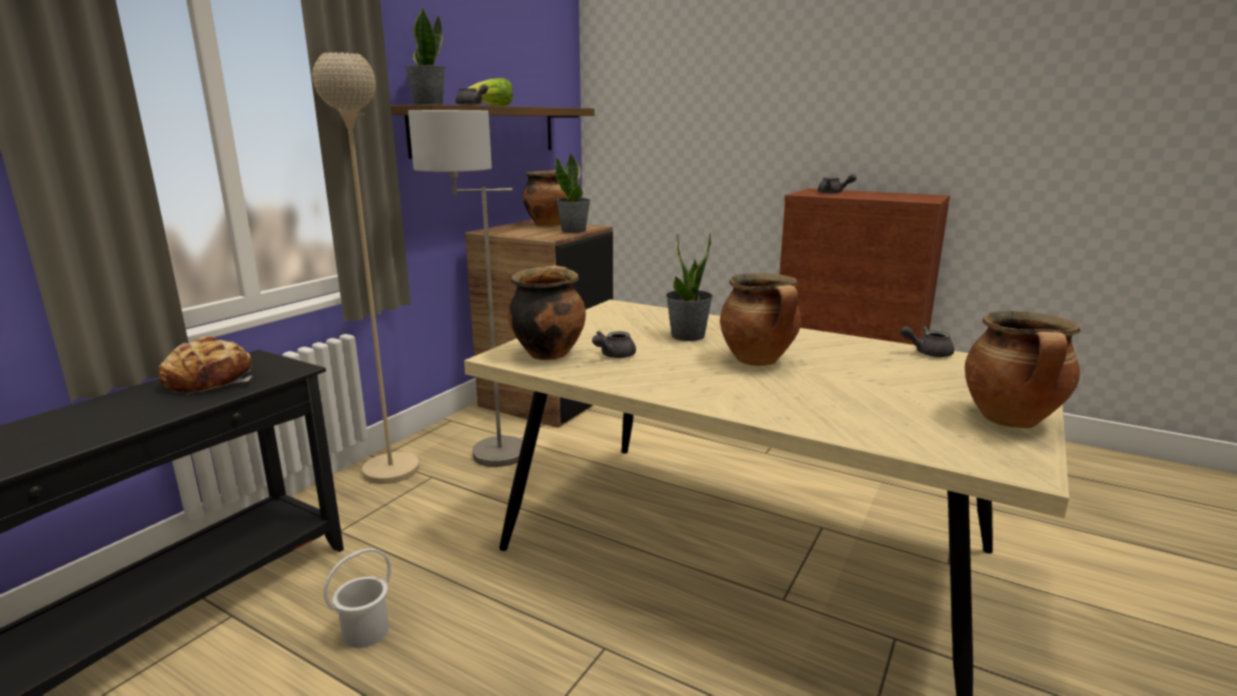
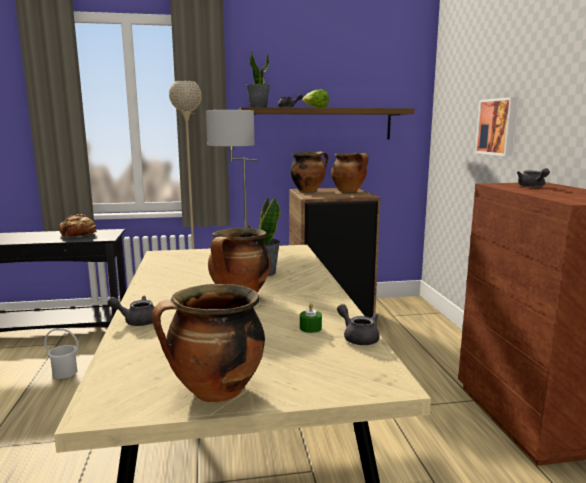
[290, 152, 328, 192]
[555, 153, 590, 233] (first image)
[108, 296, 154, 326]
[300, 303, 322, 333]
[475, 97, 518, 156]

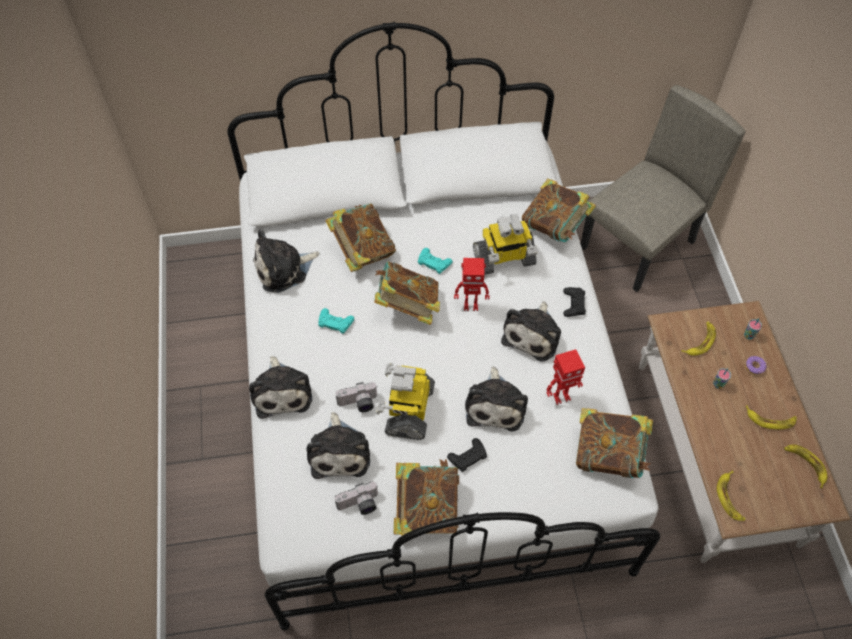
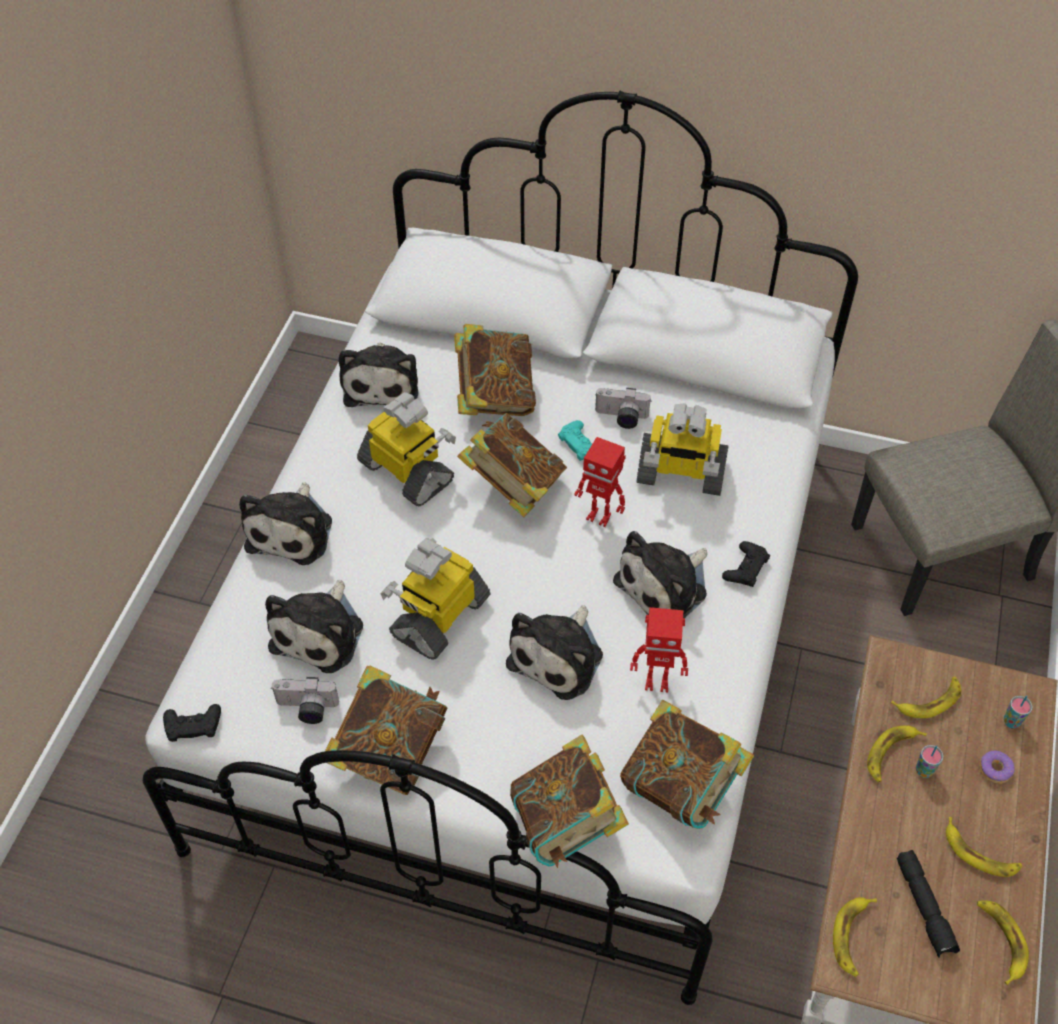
[339, 342, 418, 407]
[357, 392, 456, 506]
[595, 388, 651, 429]
[163, 704, 221, 742]
[510, 735, 629, 868]
[867, 725, 927, 782]
[897, 850, 960, 958]

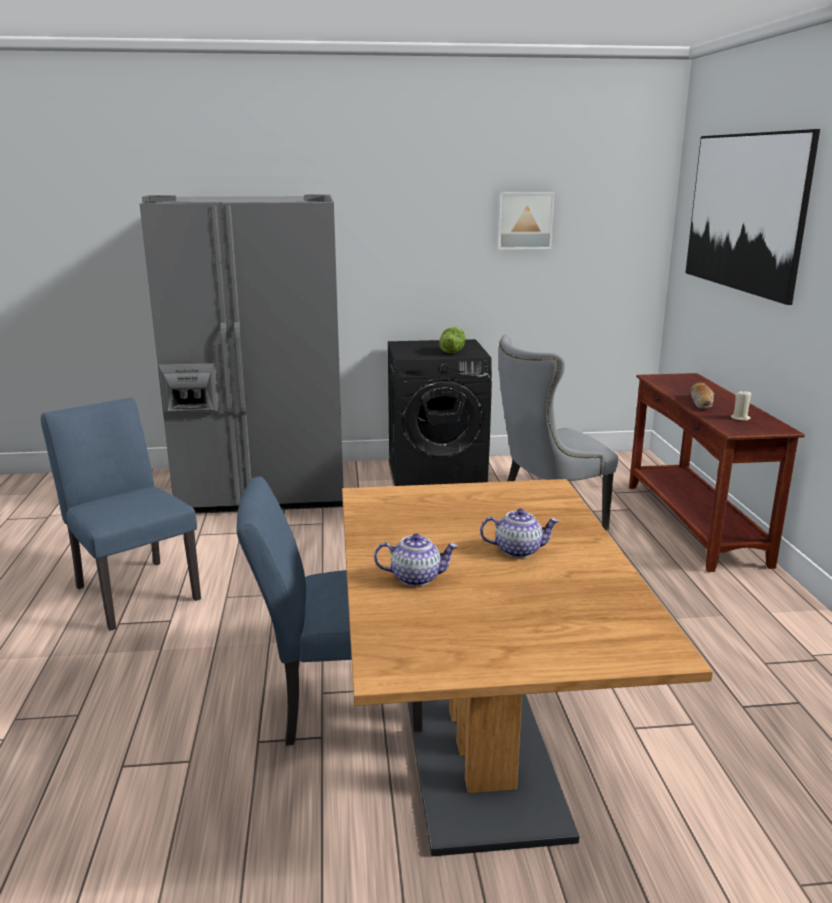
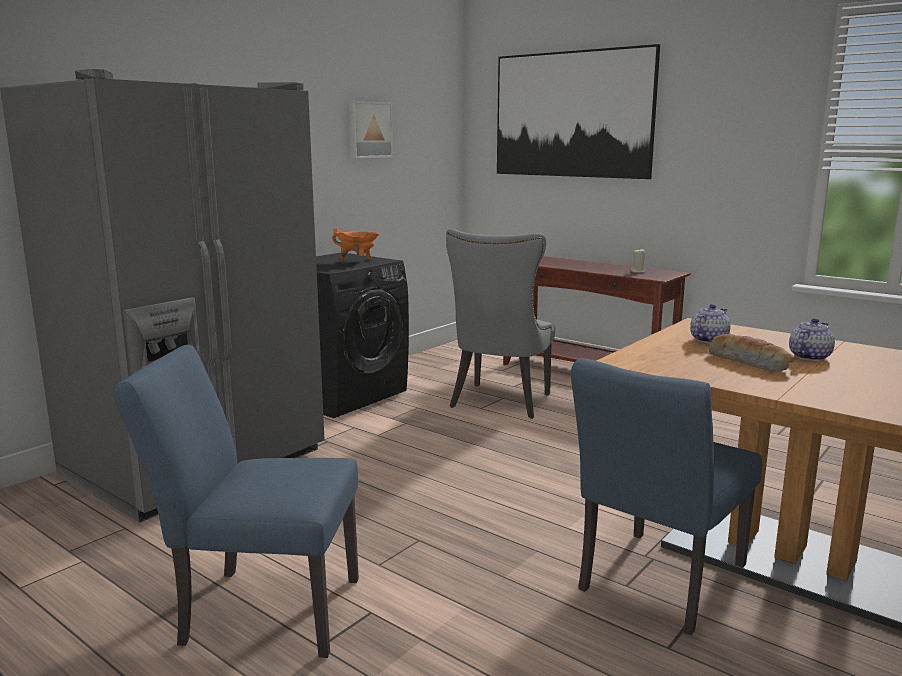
[690, 304, 731, 343]
[332, 228, 380, 262]
[708, 334, 795, 372]

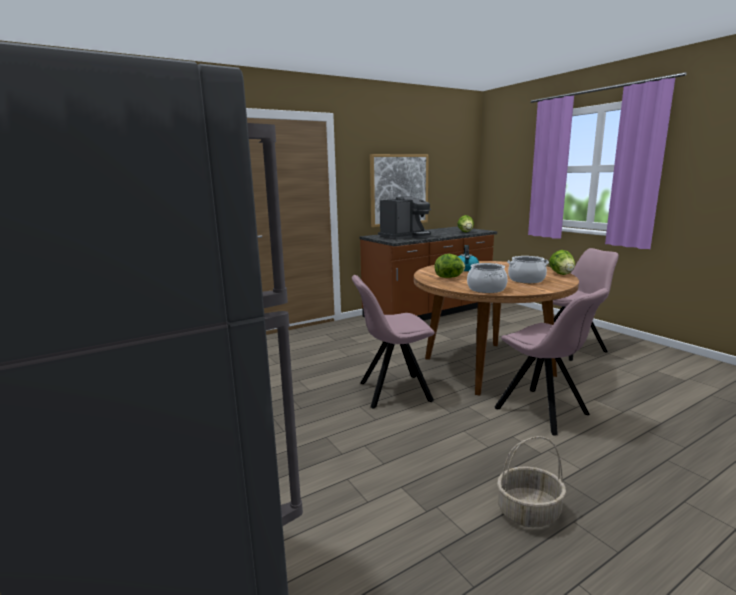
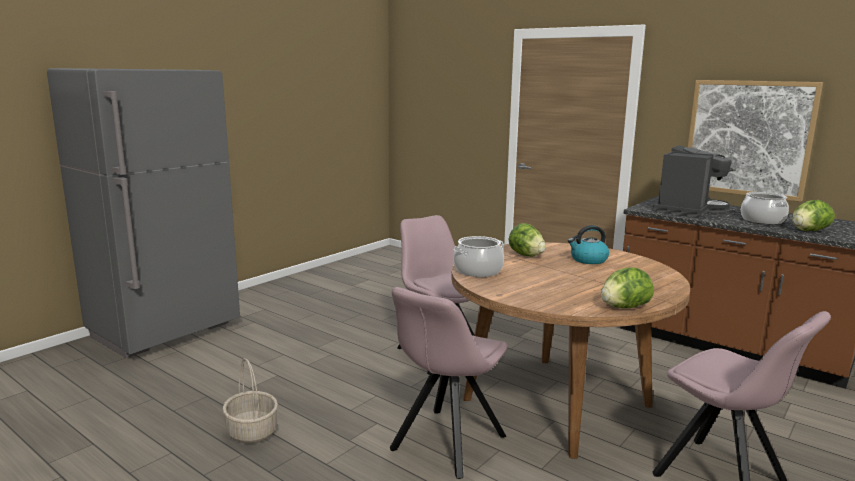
[653, 145, 734, 217]
[741, 192, 789, 224]

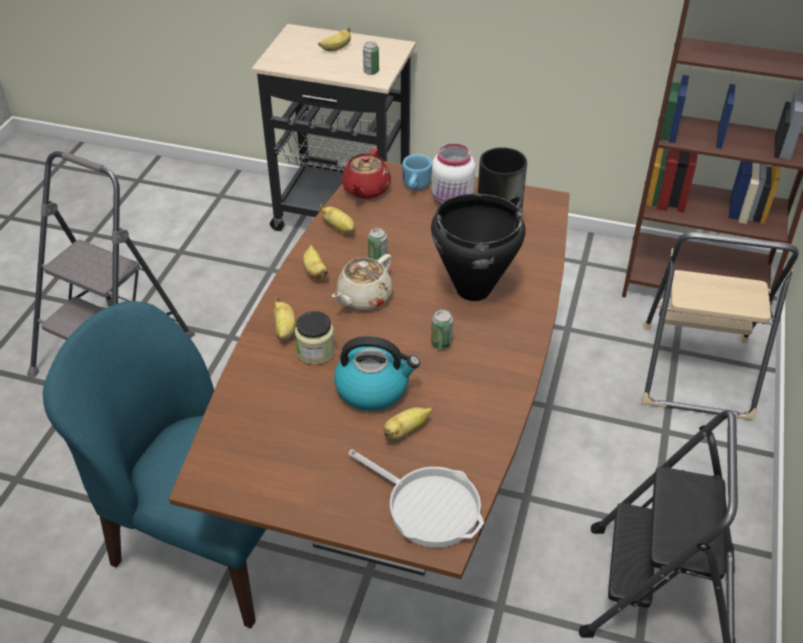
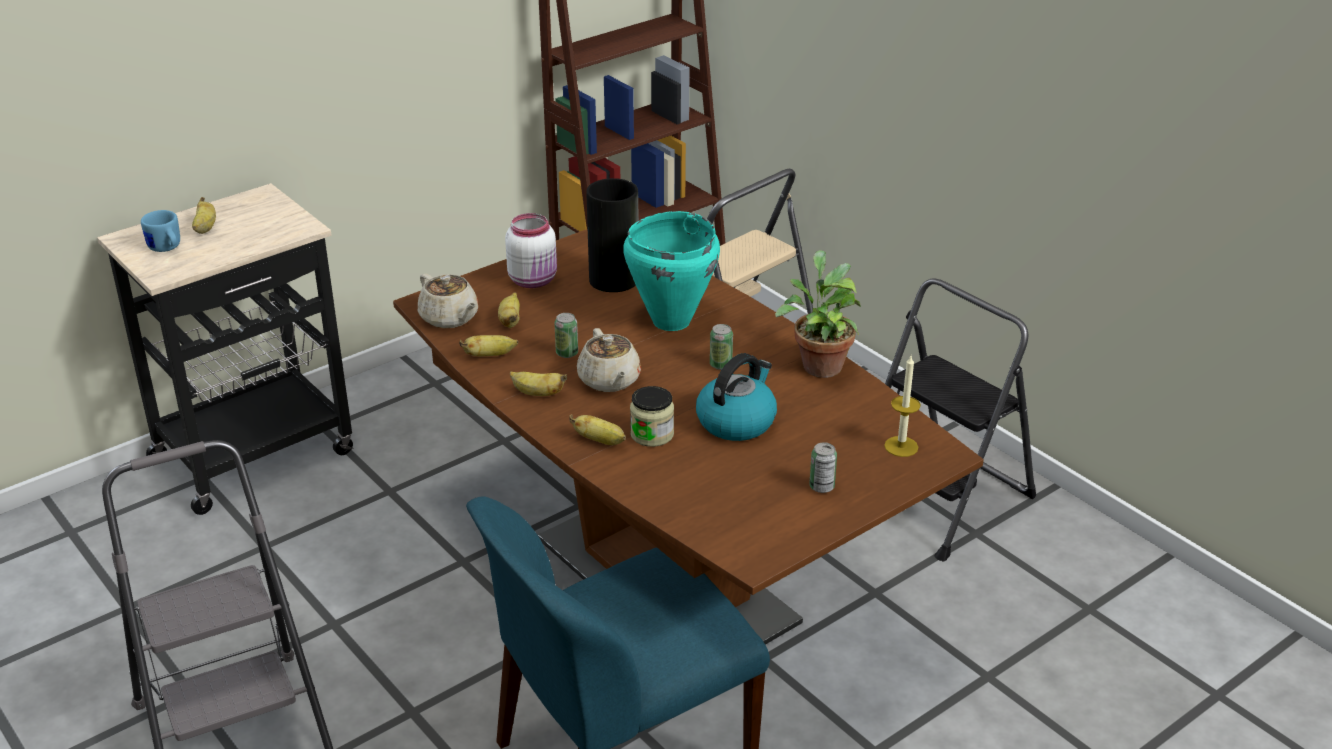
[418, 274, 478, 328]
[884, 356, 921, 457]
[809, 442, 837, 493]
[498, 292, 520, 328]
[141, 210, 180, 252]
[623, 211, 720, 331]
[775, 250, 861, 378]

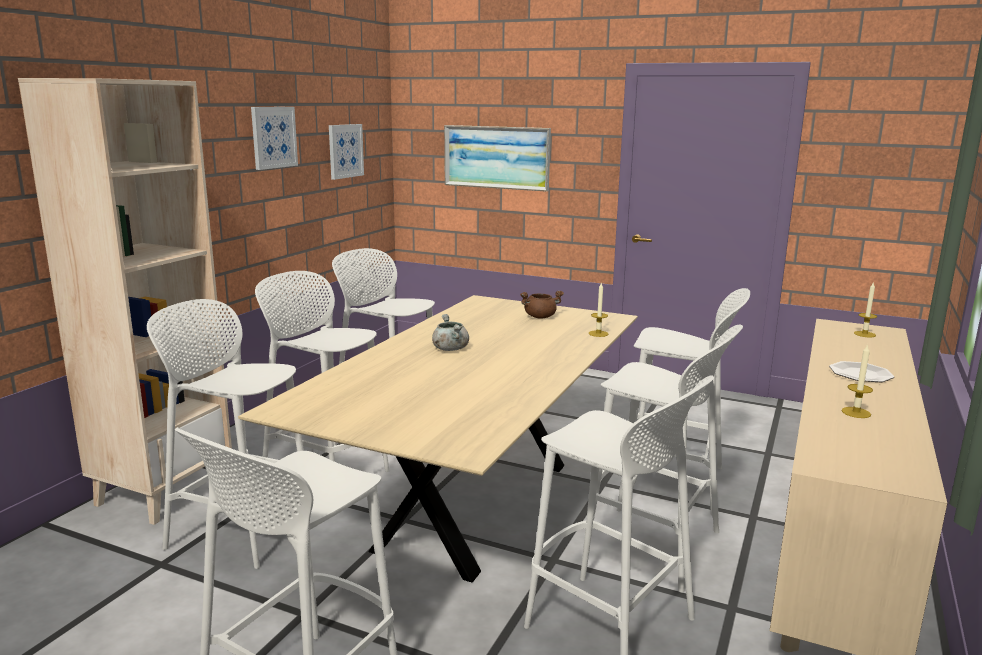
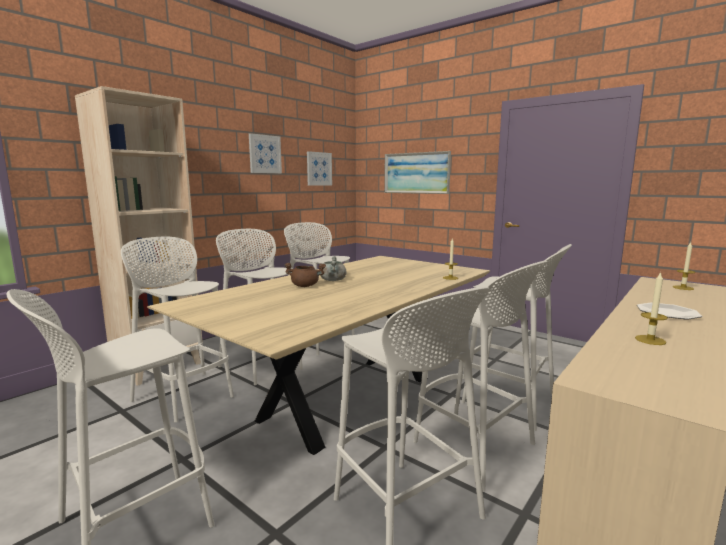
[284, 263, 326, 287]

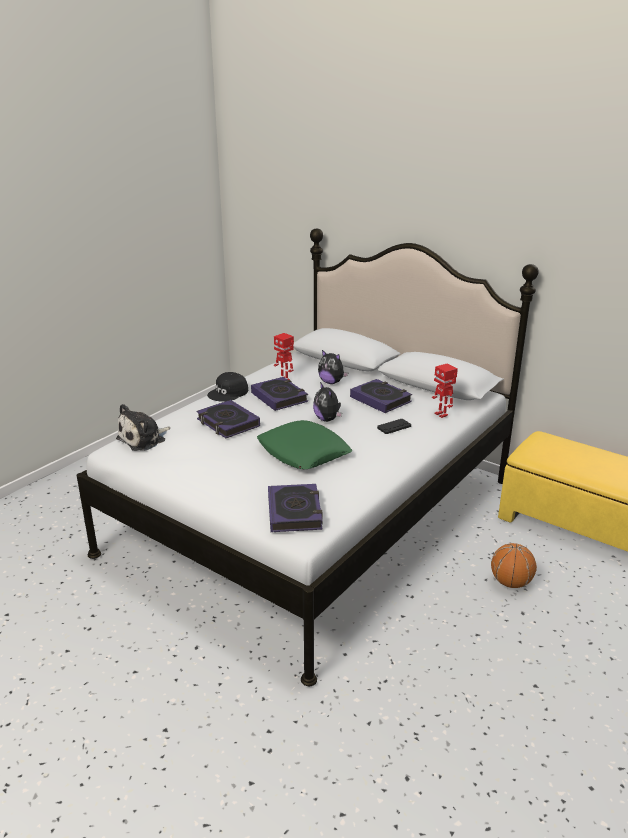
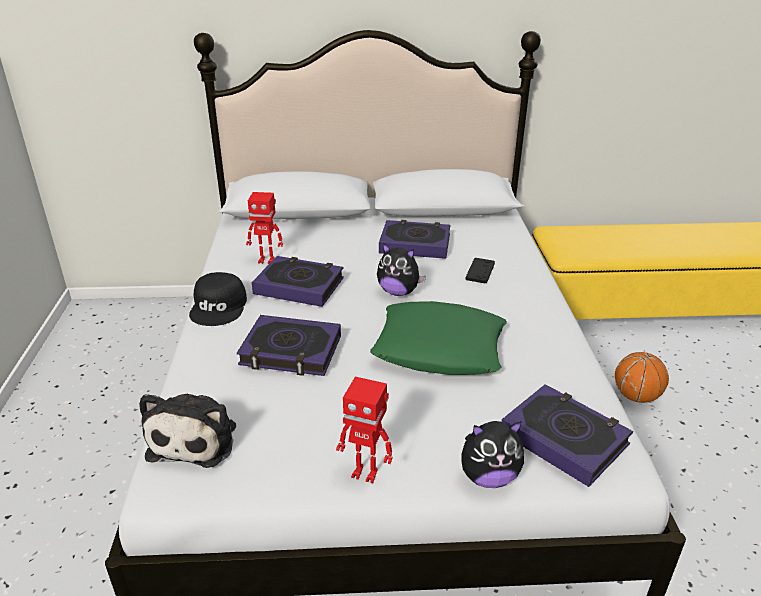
[461, 421, 524, 488]
[336, 377, 393, 483]

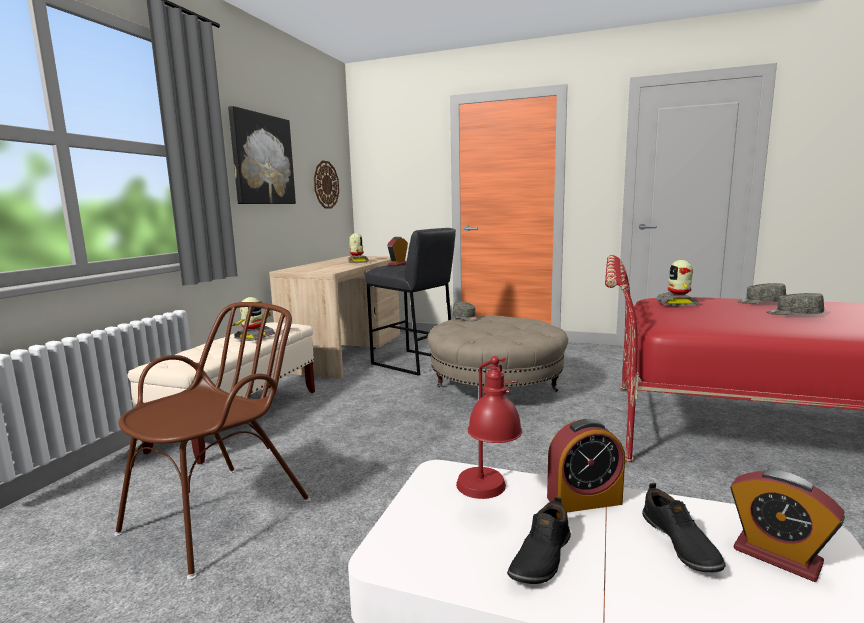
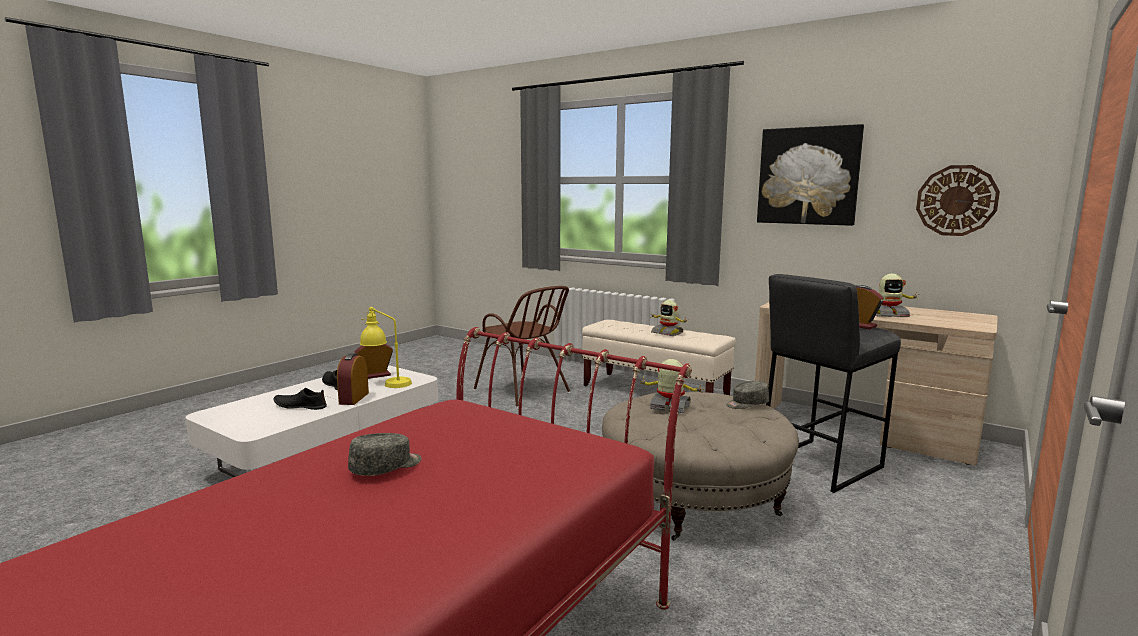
[360, 307, 412, 388]
[639, 359, 704, 413]
[354, 344, 393, 379]
[737, 283, 786, 304] (first image)

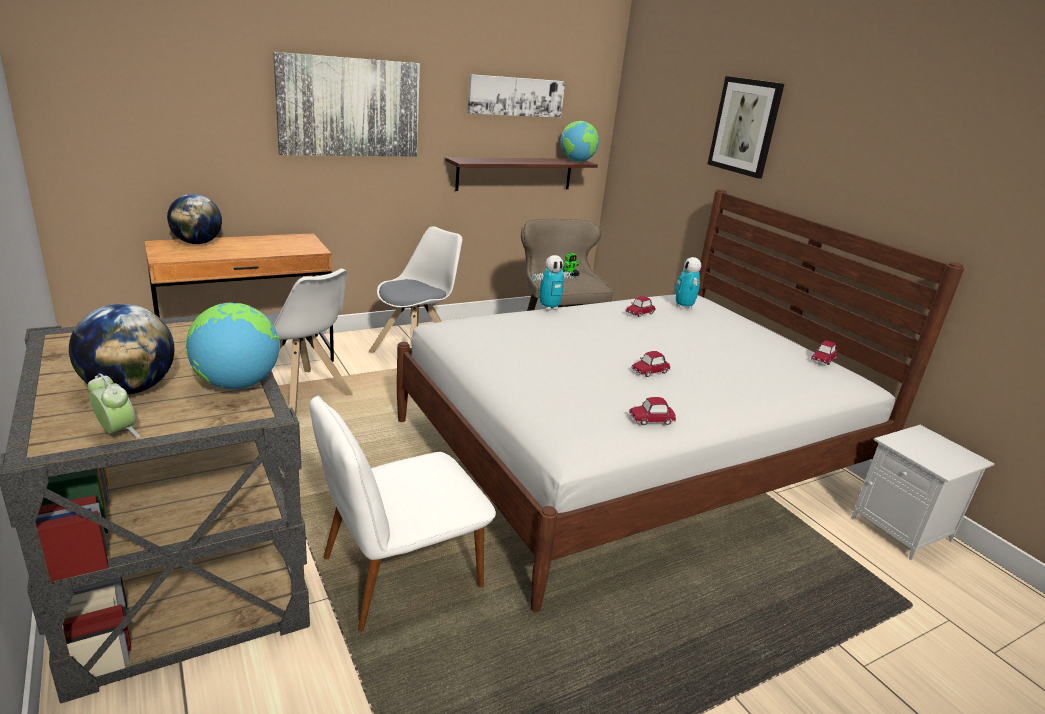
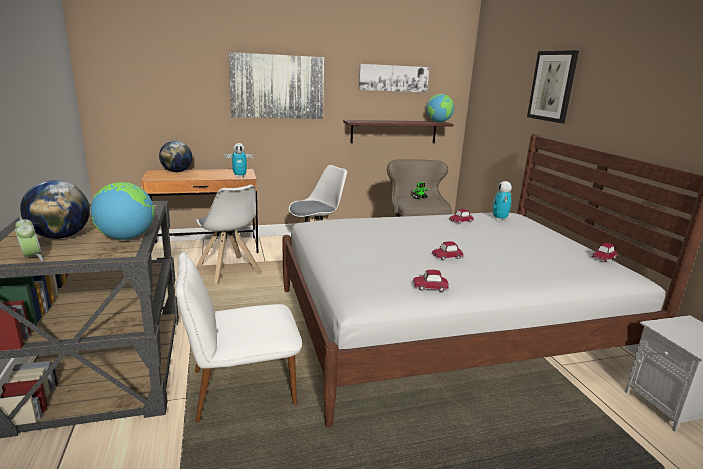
[224, 143, 254, 177]

